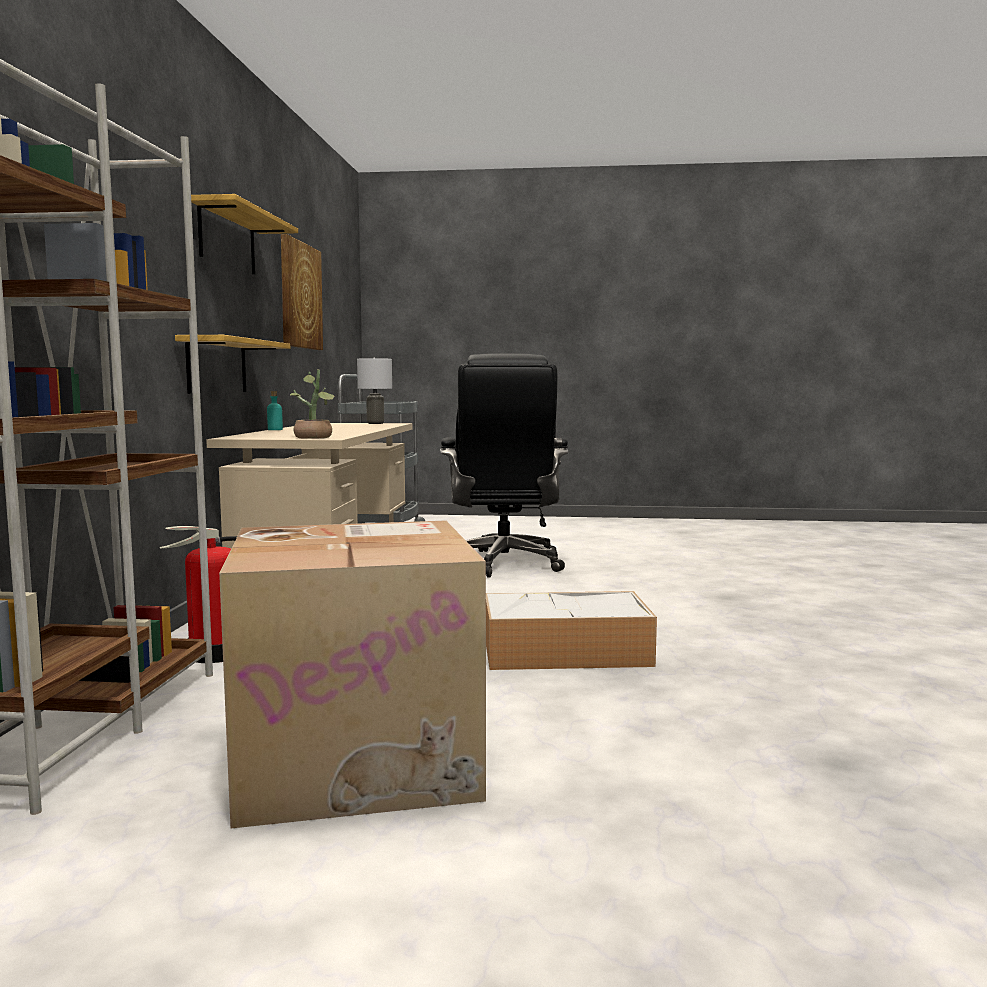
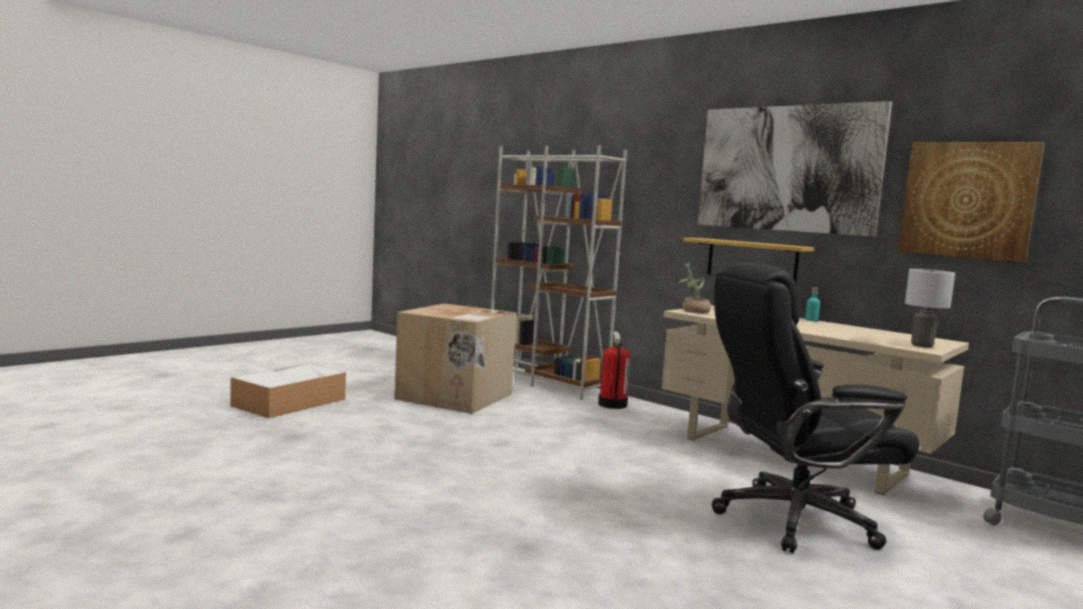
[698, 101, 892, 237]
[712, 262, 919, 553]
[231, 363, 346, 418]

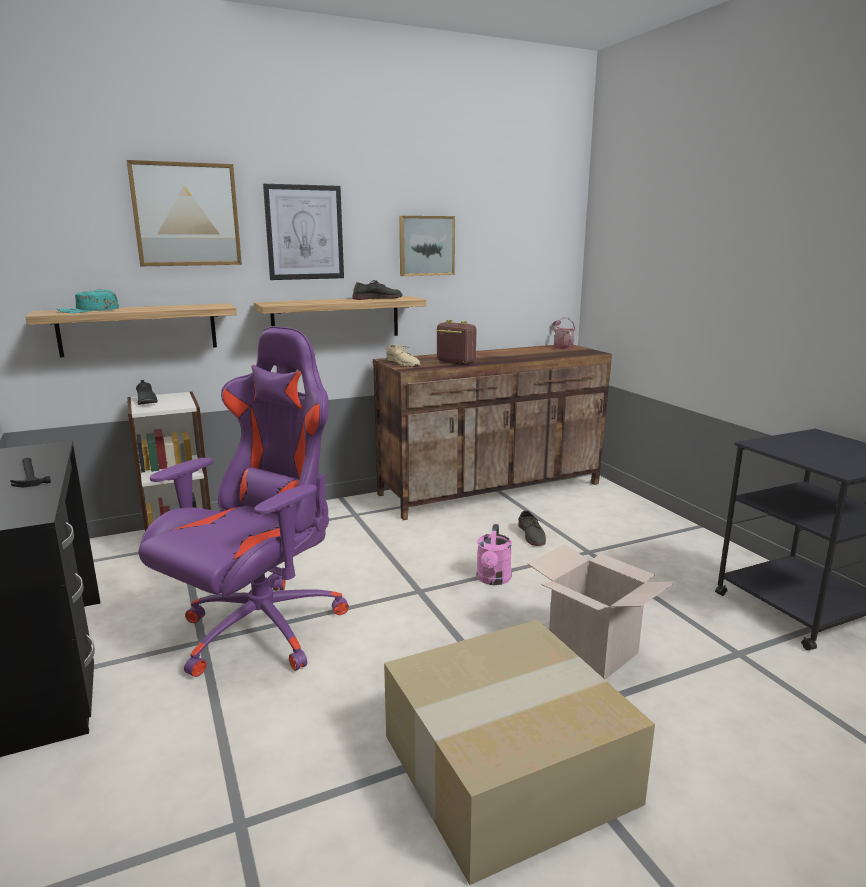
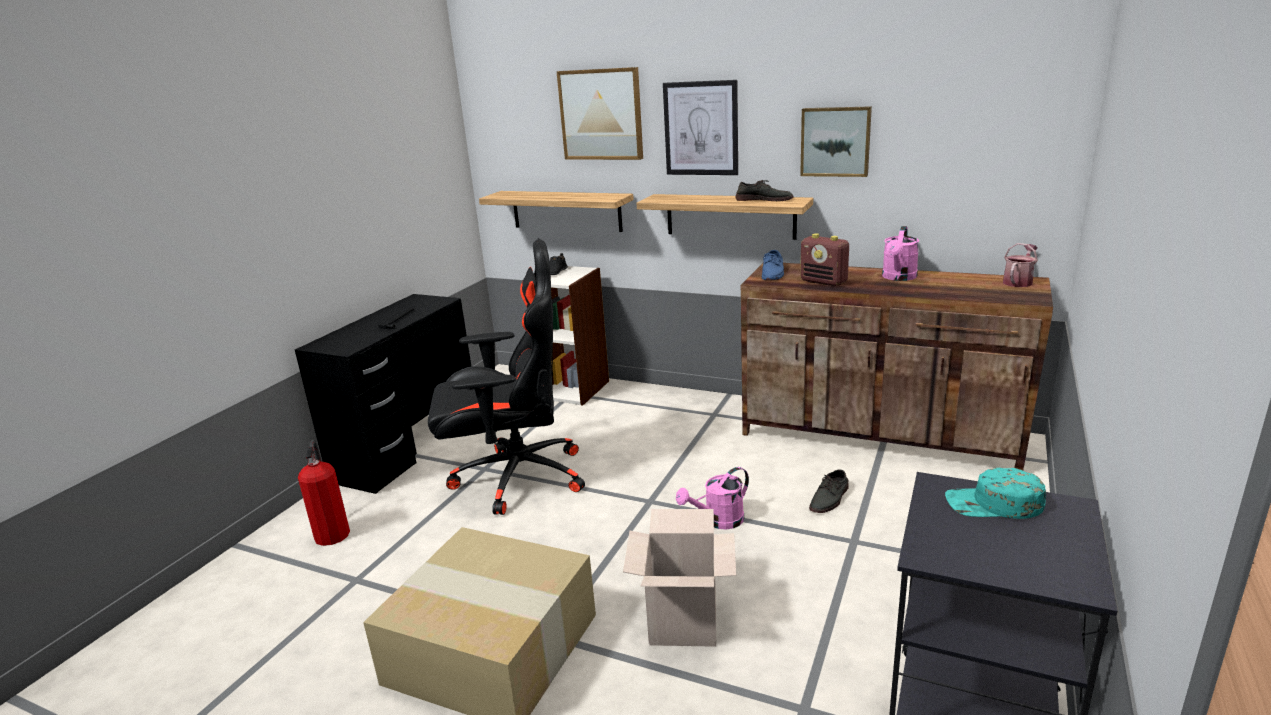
[945, 468, 1046, 519]
[428, 238, 585, 515]
[762, 250, 784, 280]
[800, 233, 849, 286]
[298, 440, 350, 546]
[882, 226, 919, 281]

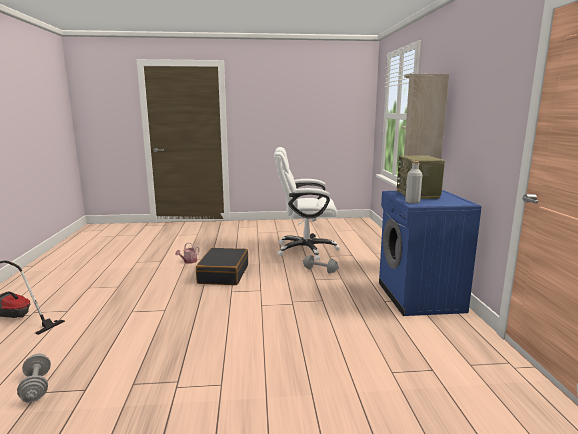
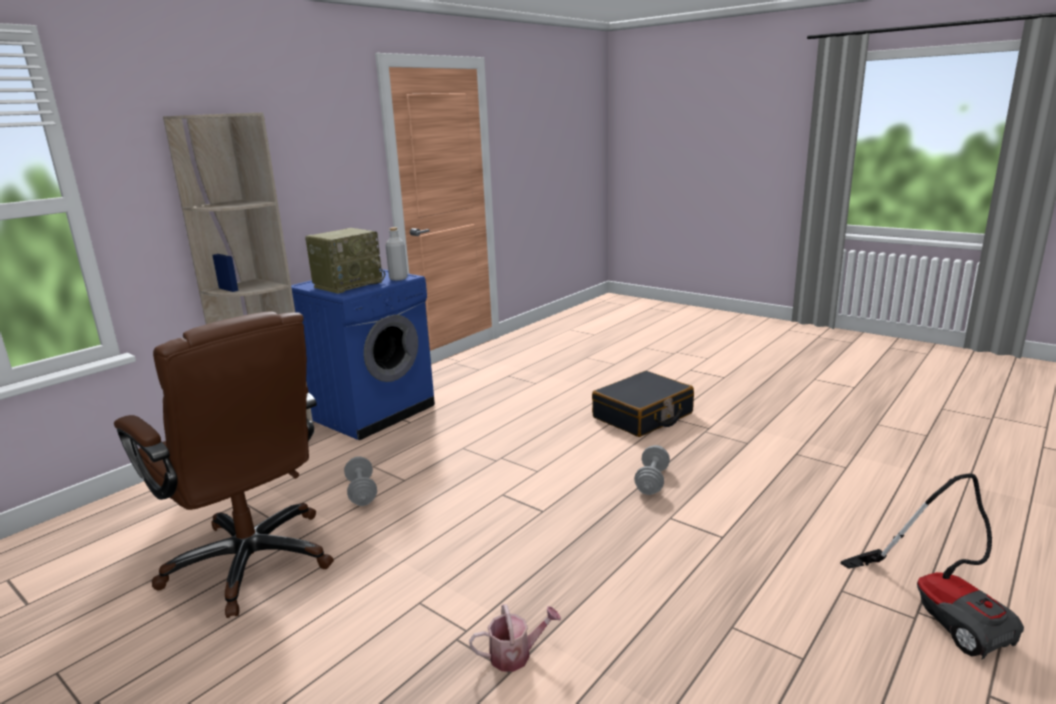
[634, 445, 670, 495]
[592, 371, 694, 437]
[114, 311, 334, 618]

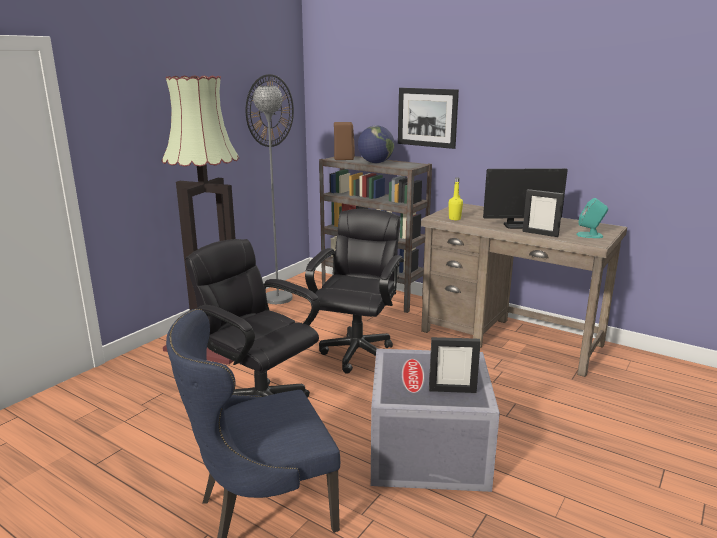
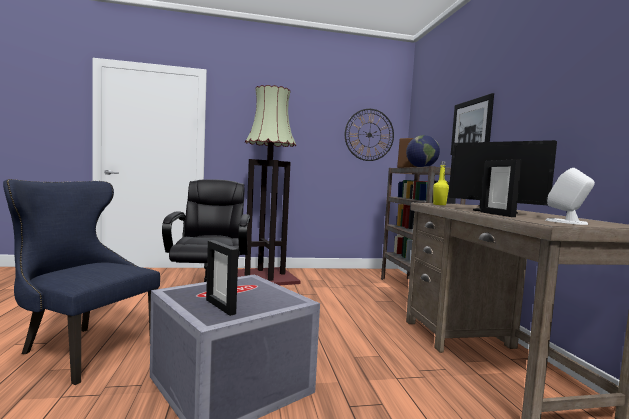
[253, 85, 292, 304] (first image)
[305, 209, 404, 374] (first image)
[545, 168, 595, 225]

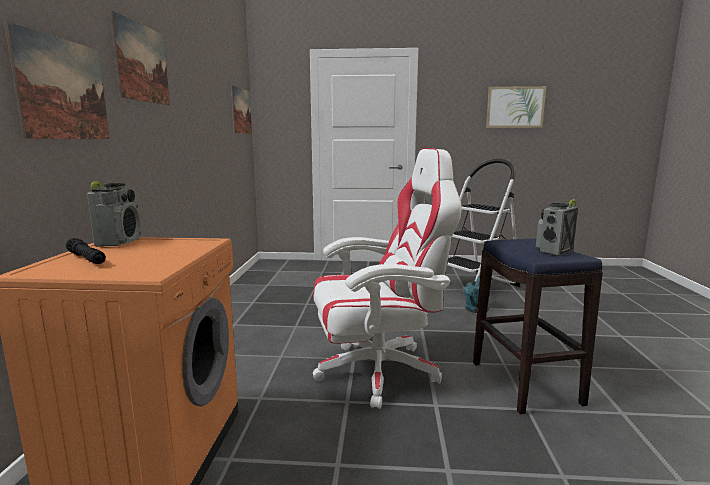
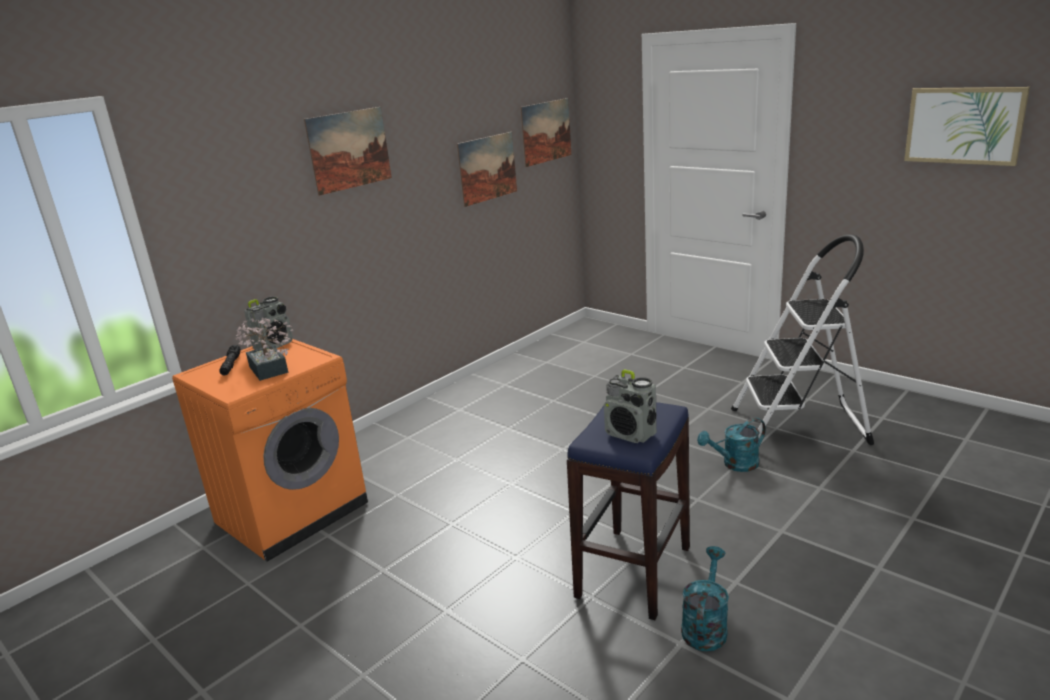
[457, 132, 517, 207]
[313, 148, 462, 409] (first image)
[604, 369, 657, 443]
[235, 318, 293, 381]
[681, 546, 729, 651]

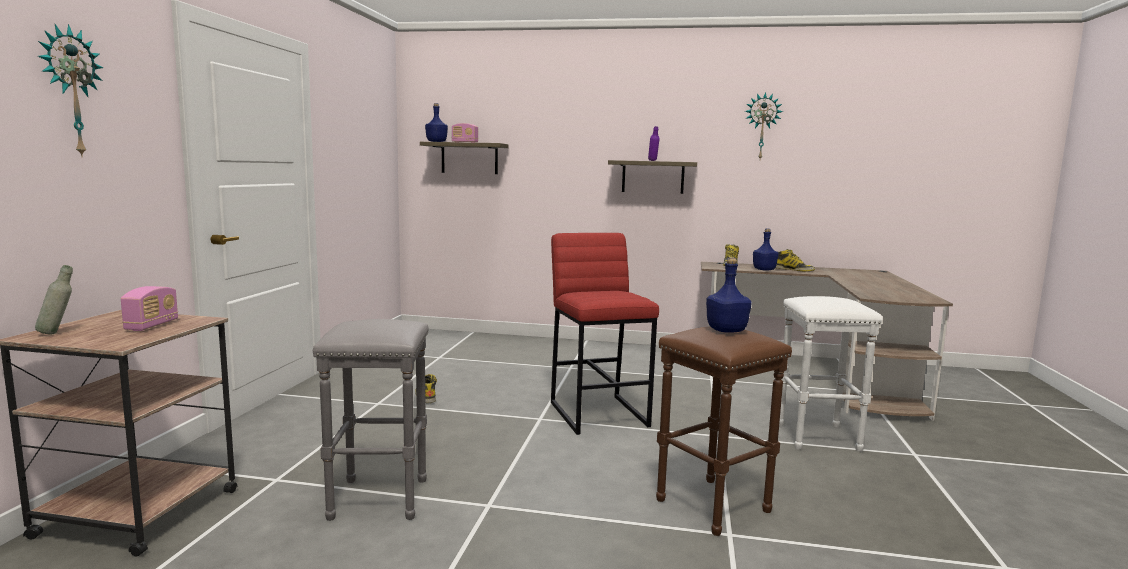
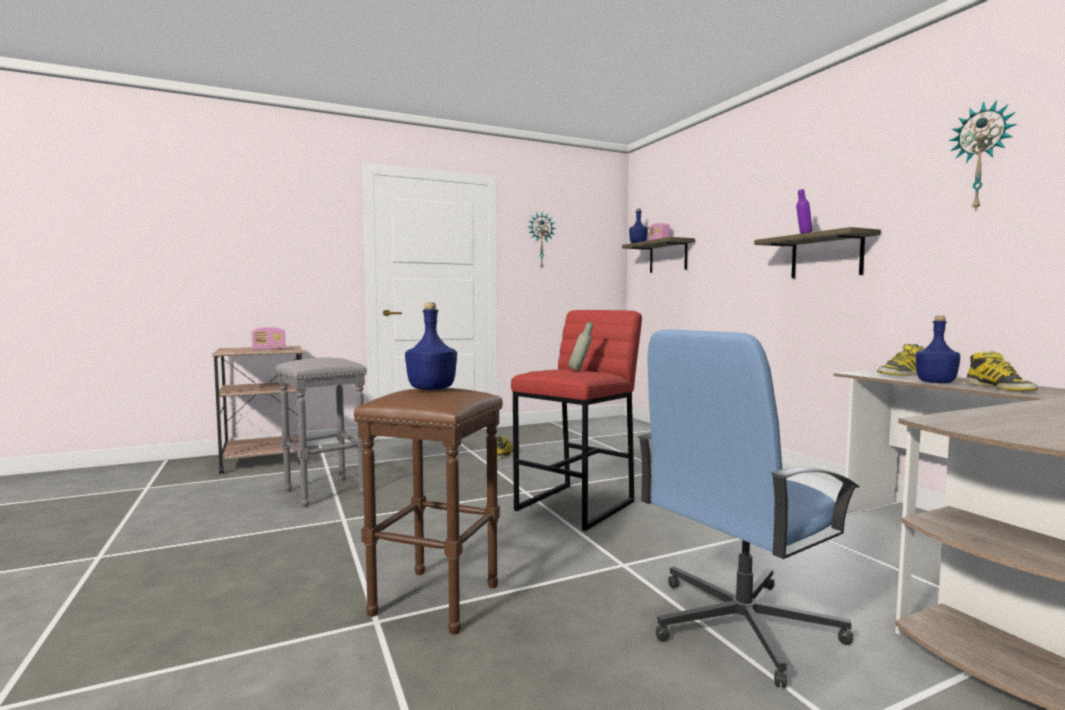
[569, 322, 593, 370]
[528, 213, 556, 268]
[638, 329, 859, 688]

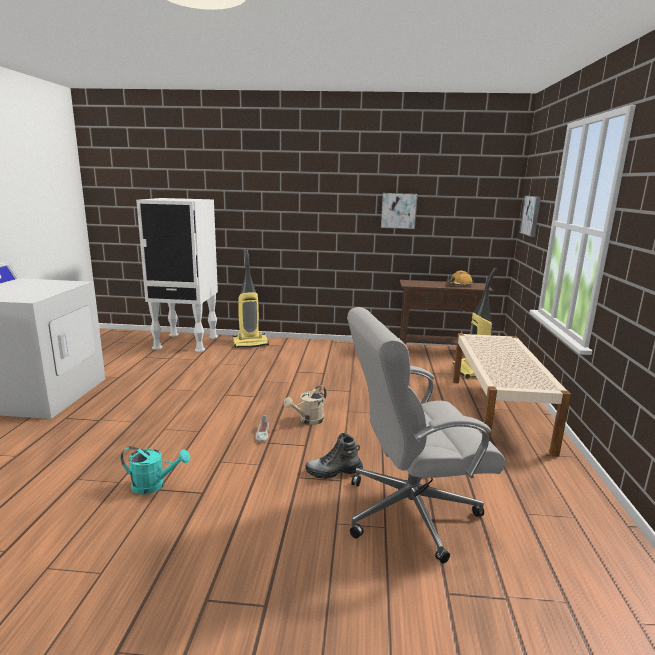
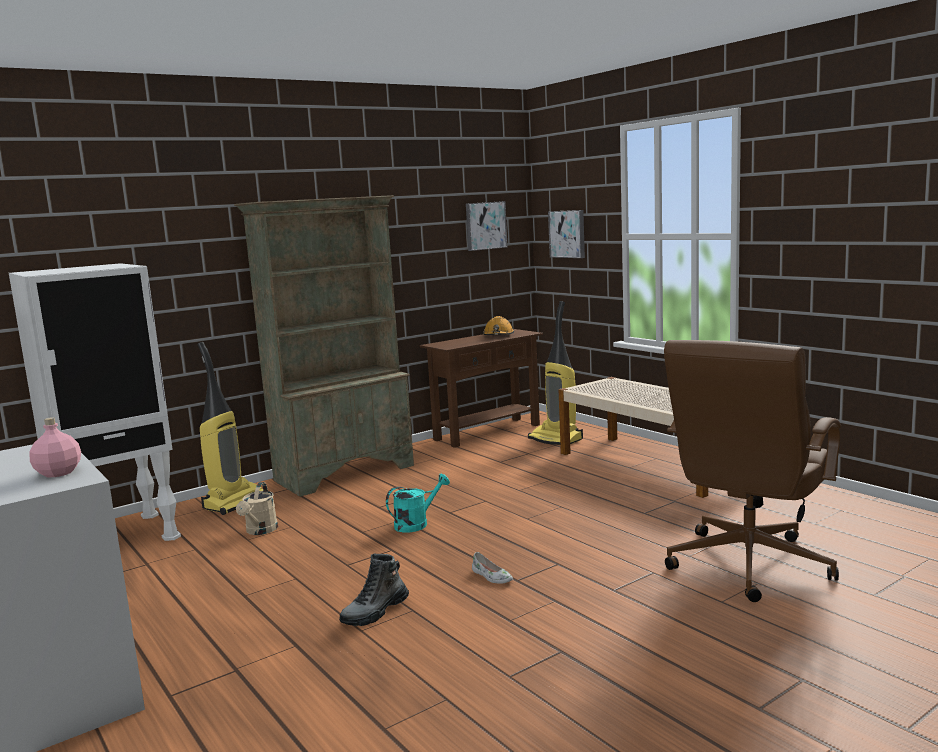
[386, 474, 450, 532]
[236, 482, 278, 535]
[339, 553, 409, 626]
[664, 340, 841, 602]
[466, 201, 508, 251]
[29, 417, 81, 477]
[234, 195, 414, 497]

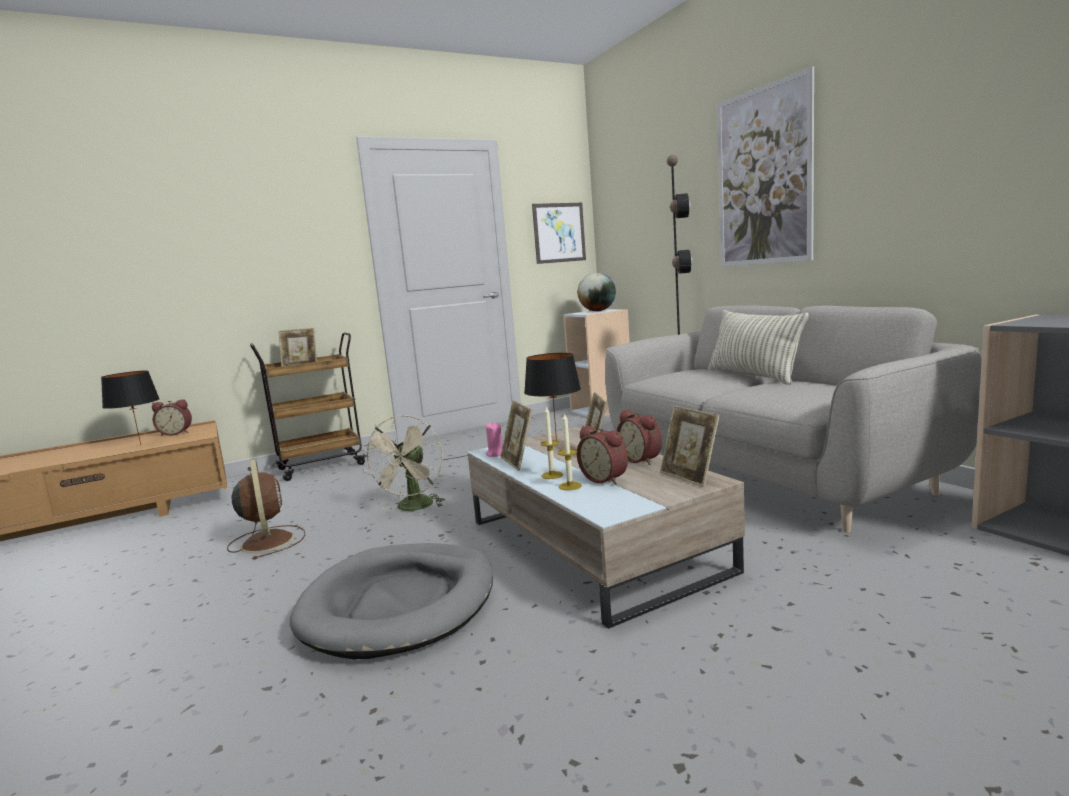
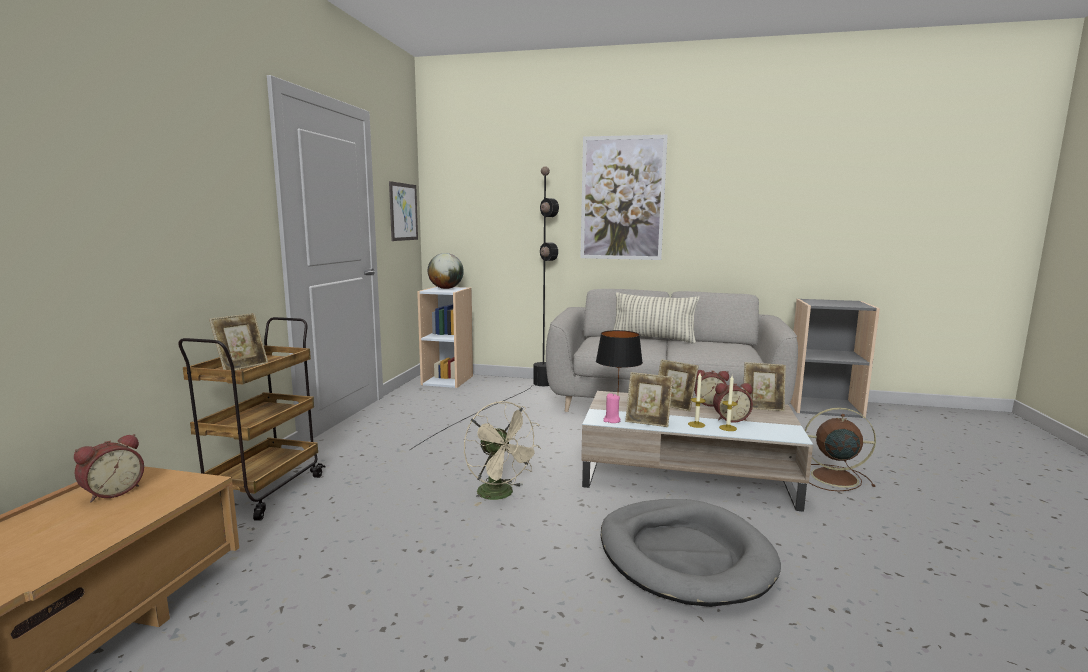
[101, 370, 160, 445] (first image)
[805, 408, 876, 491]

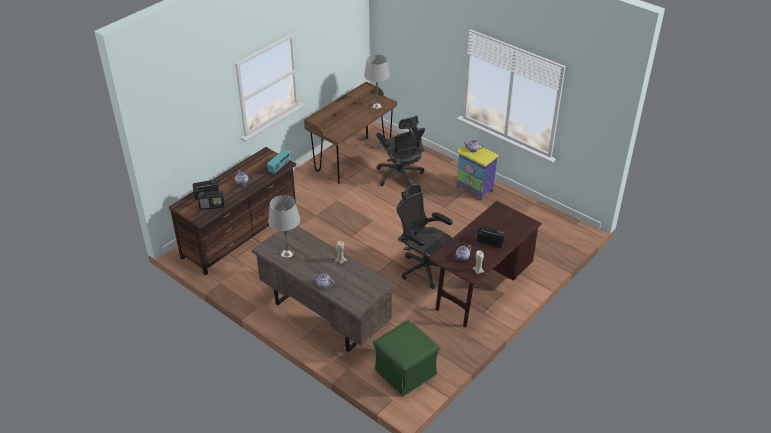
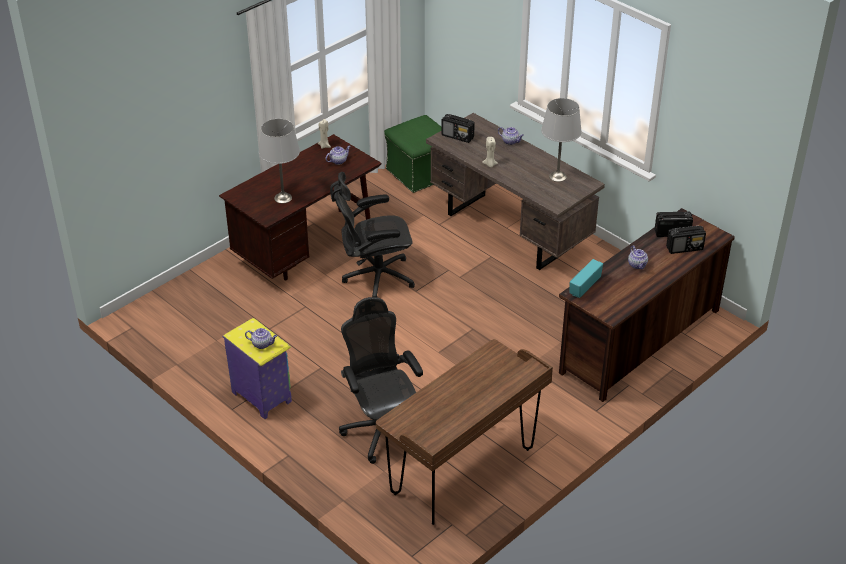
[259, 119, 300, 204]
[330, 172, 415, 297]
[441, 114, 475, 143]

